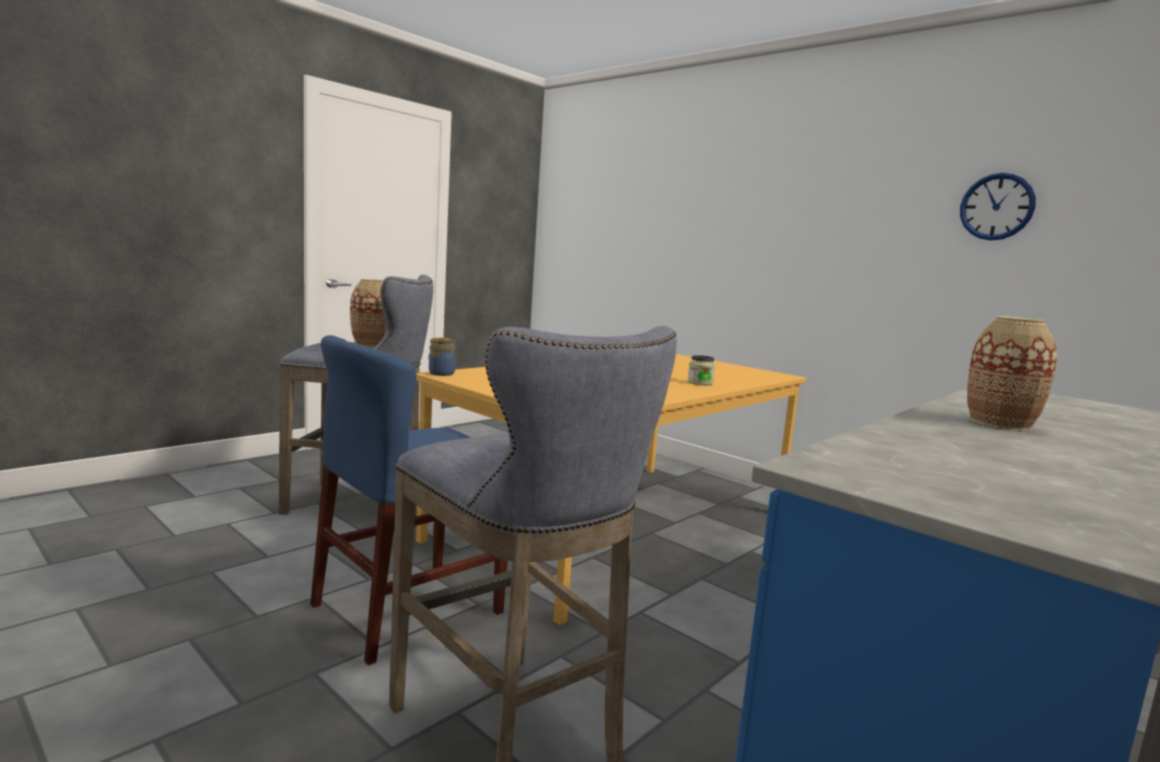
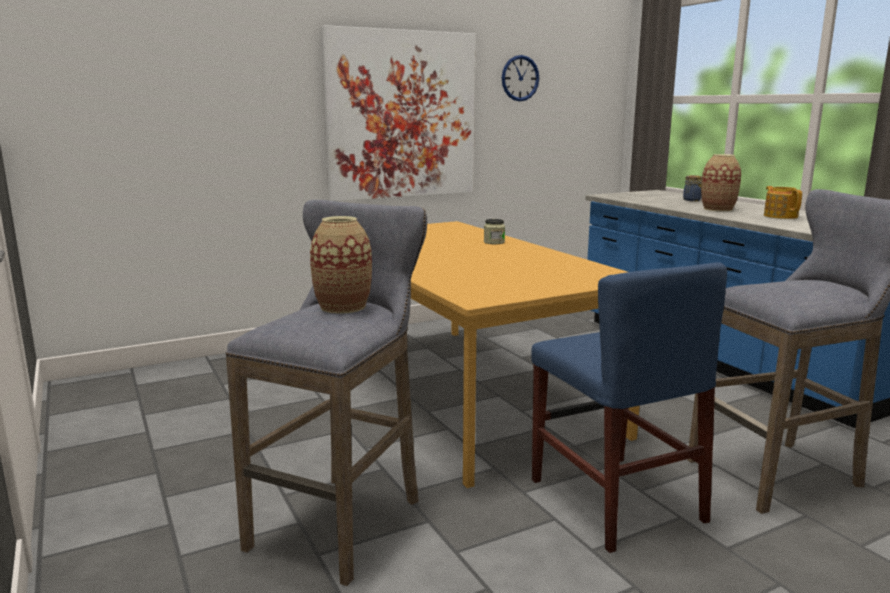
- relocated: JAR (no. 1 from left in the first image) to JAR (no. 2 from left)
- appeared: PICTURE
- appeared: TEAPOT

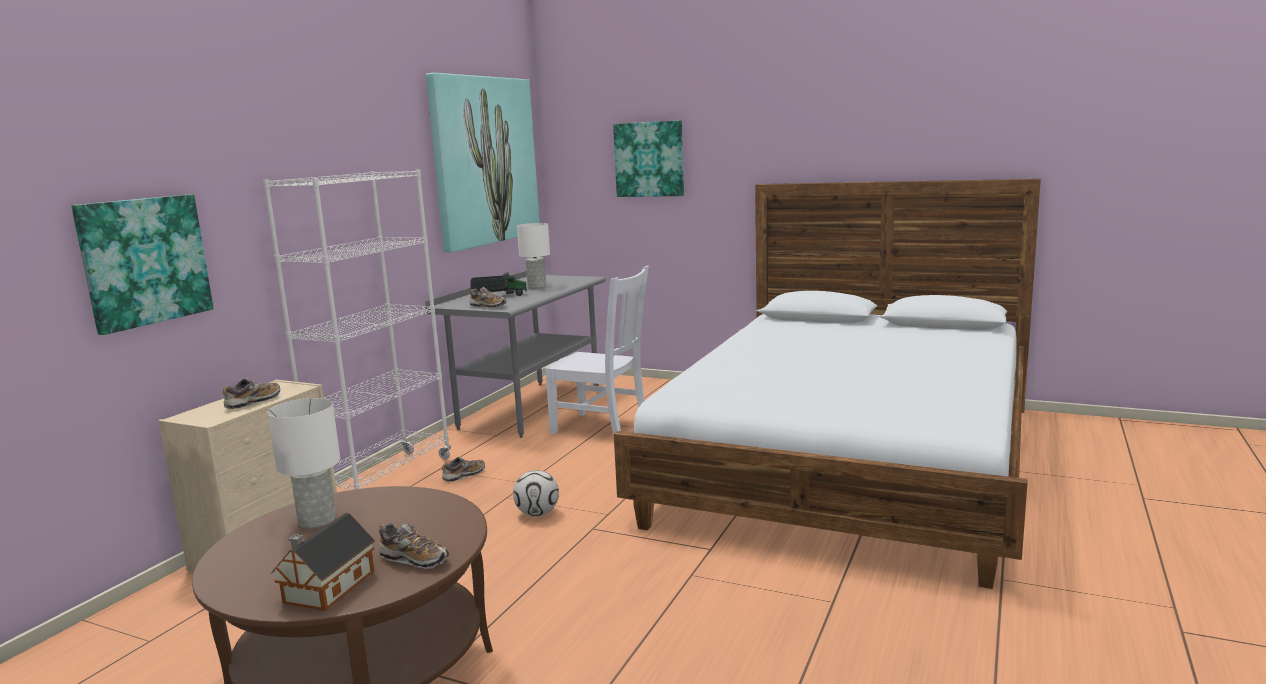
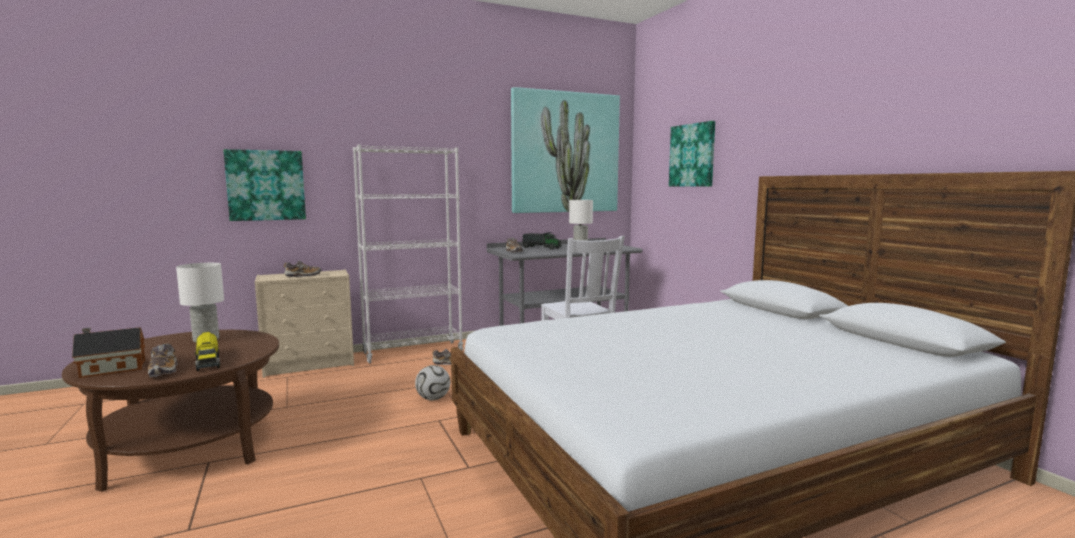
- appeared: TOY TRUCK (no. 1 from left)

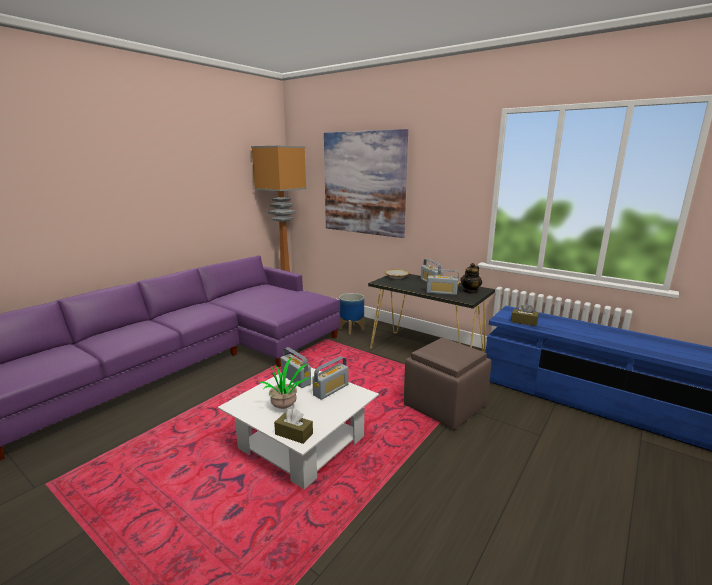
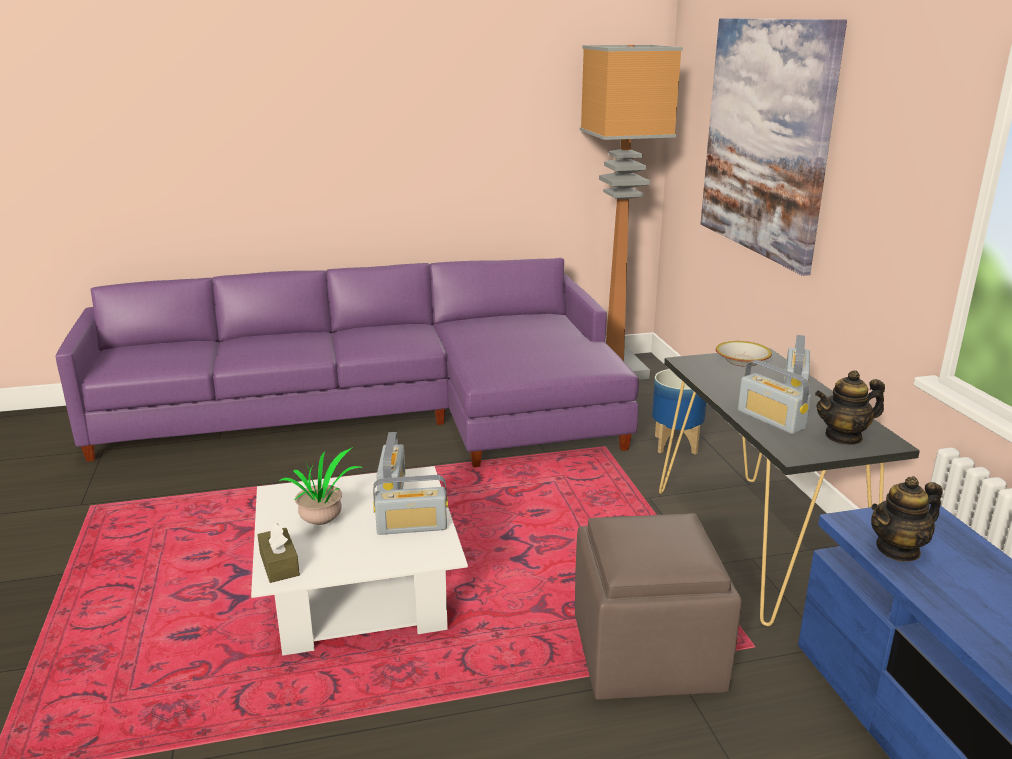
- exchanged: BROWN TISSUE BOX (no. 2 from left) to TEAPOT (no. 2 from left)

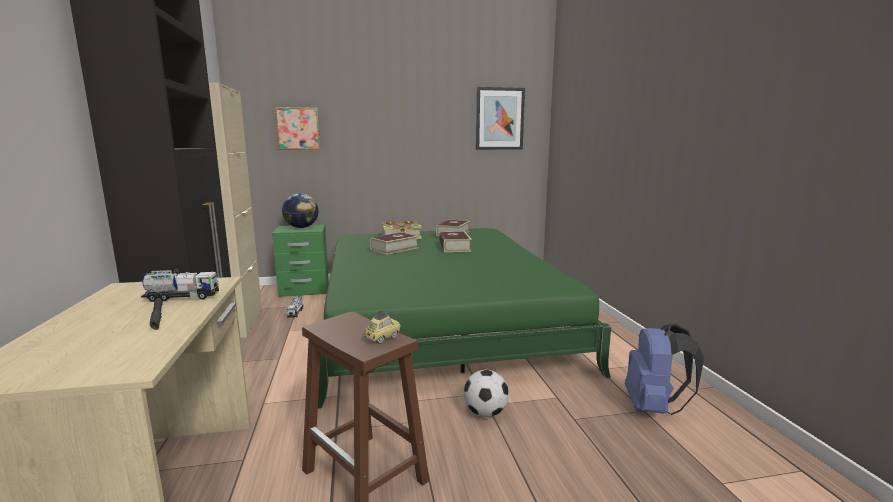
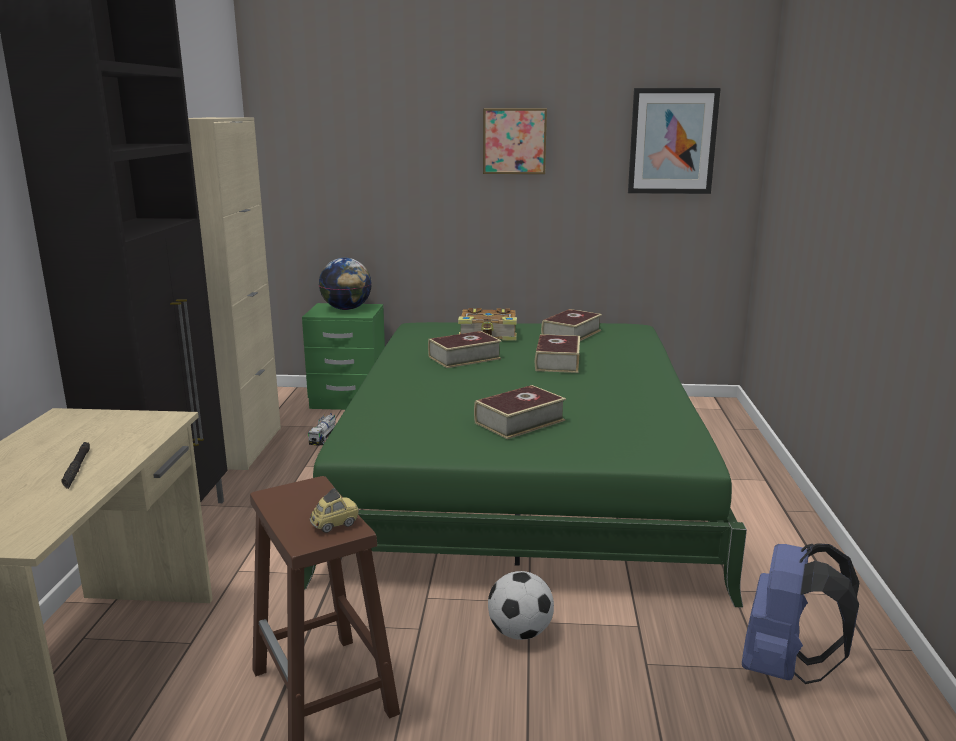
- missing: TOY TRUCK (no. 1 from left)
- relocated: PICTURE (no. 1 from left)
- appeared: BOOK (no. 3 from left)

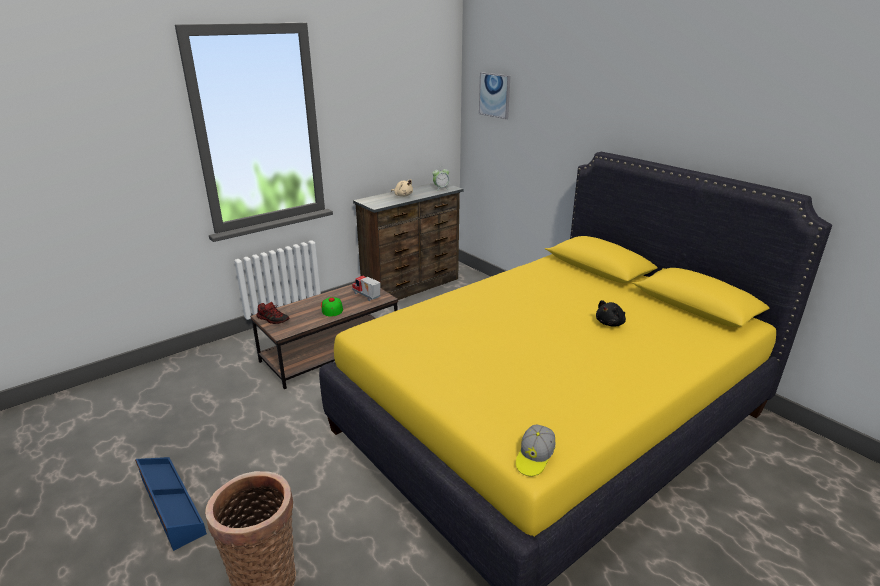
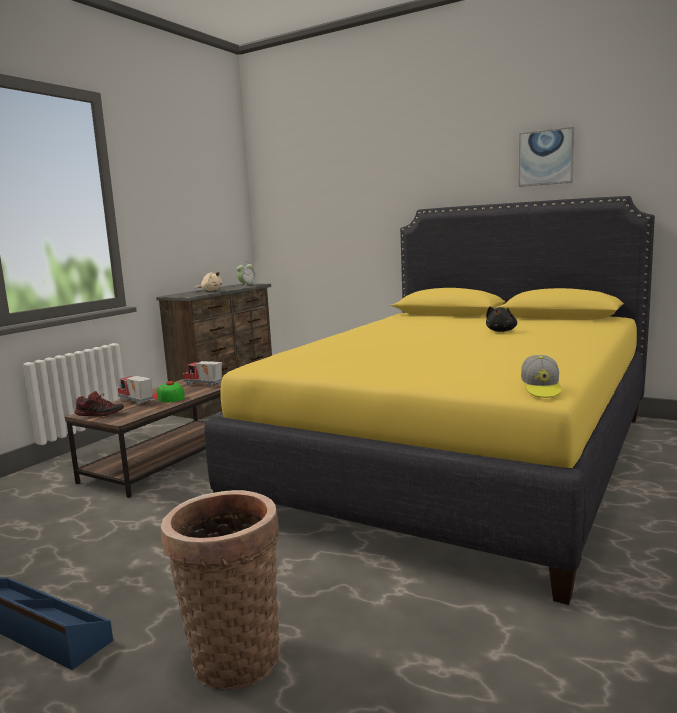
- relocated: PICTURE
- appeared: TOY TRUCK (no. 1 from left)

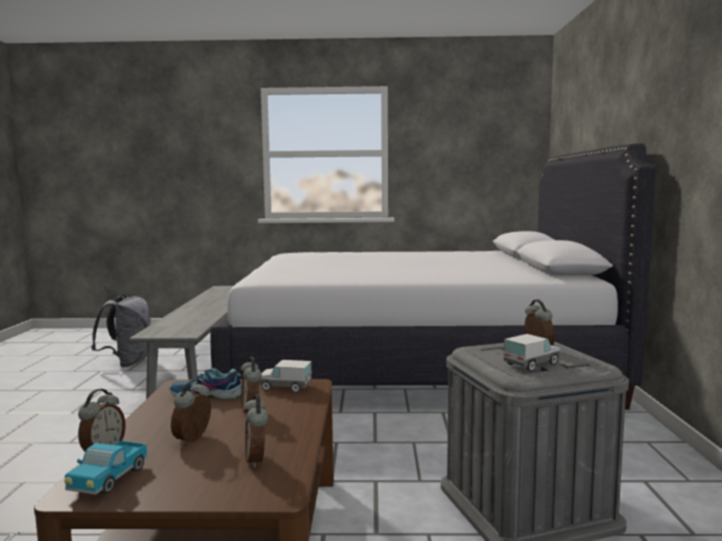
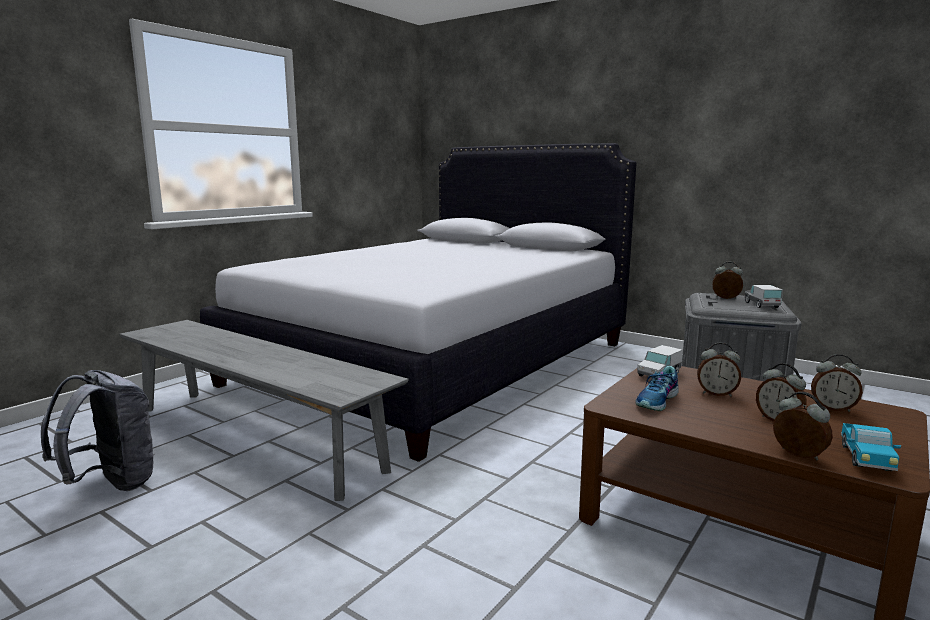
- spun: TOY TRUCK (no. 1 from left in the first image) 60 degrees clockwise

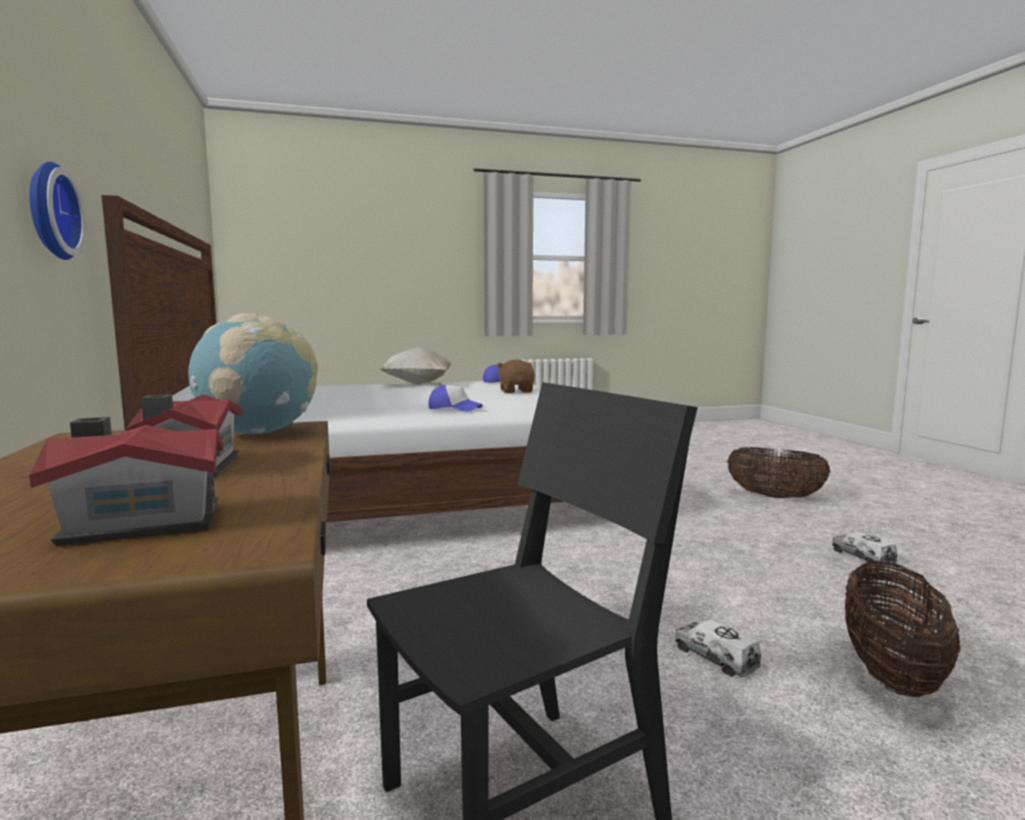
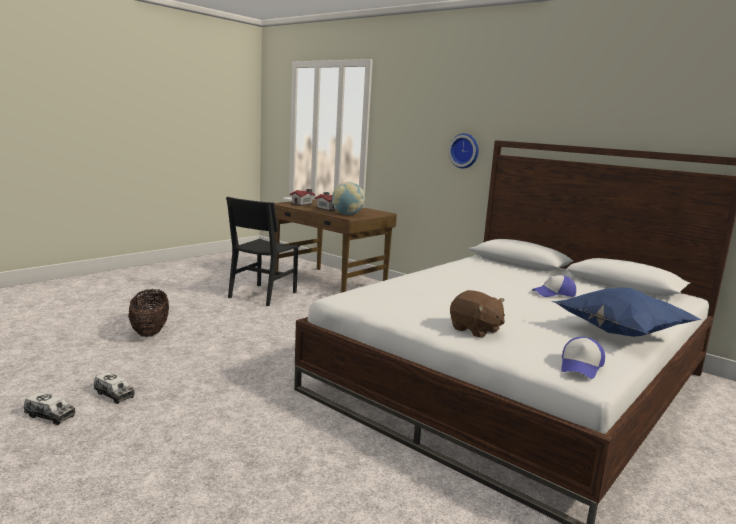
- colour: WHITE PILLOW to BLUE PILLOW
- relocated: CAP (no. 1 from left)
- relocated: TOY TRUCK (no. 1 from left)
- missing: BASKET (no. 1 from left)

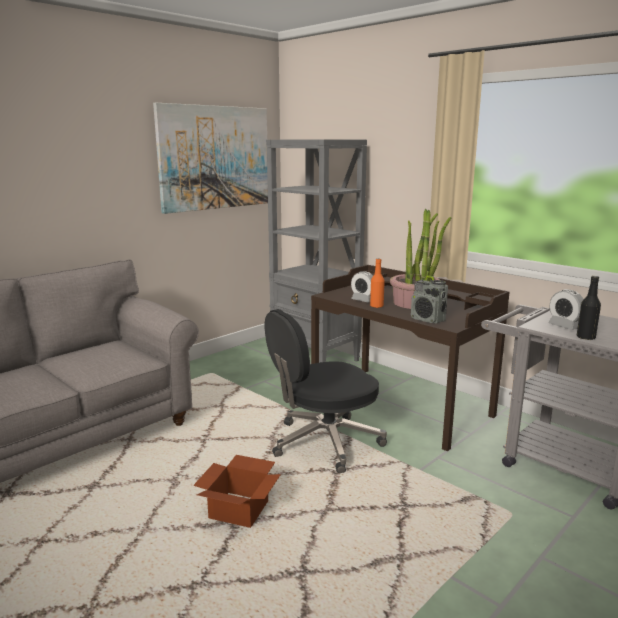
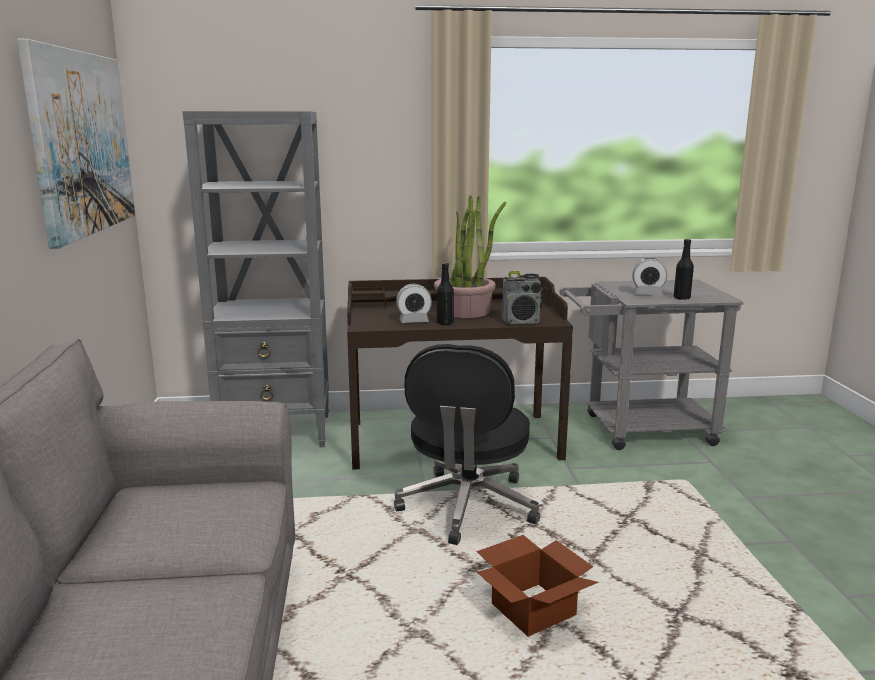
- colour: ORANGE BOTTLE to BLACK BOTTLE (no. 1 from left)

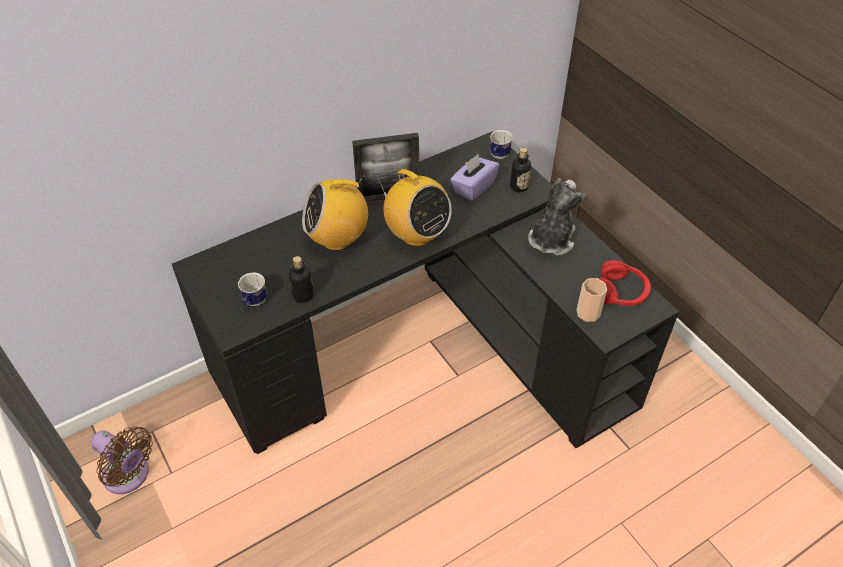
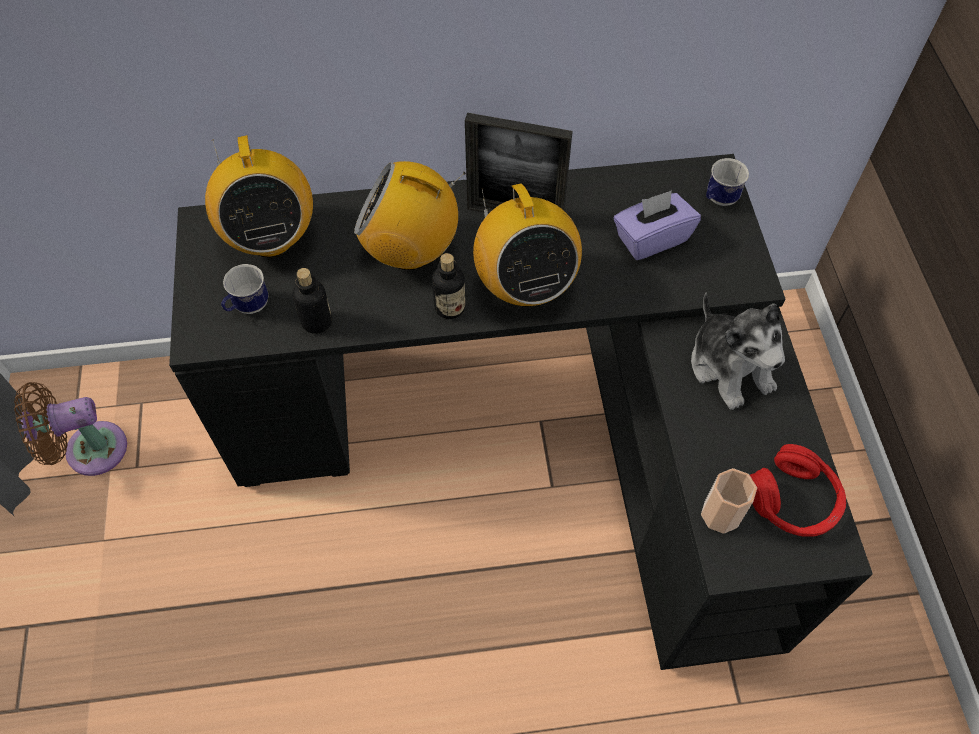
- spun: BROWN FAN 105 degrees clockwise
- relocated: BOTTLE (no. 2 from left)
- spun: PLUSH TOY 105 degrees clockwise
- appeared: RADIO (no. 1 from left)

